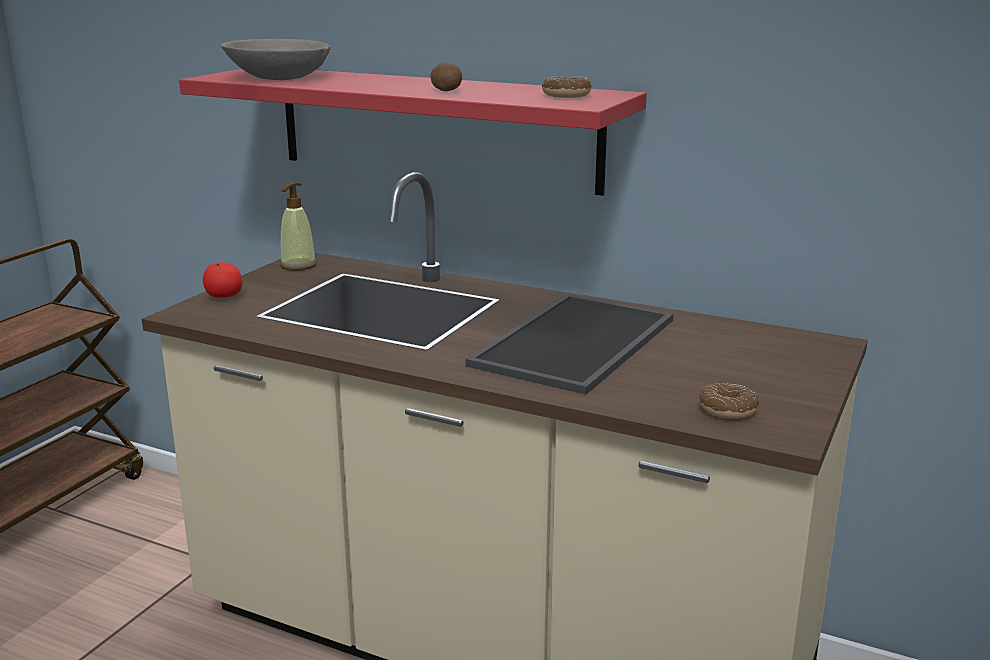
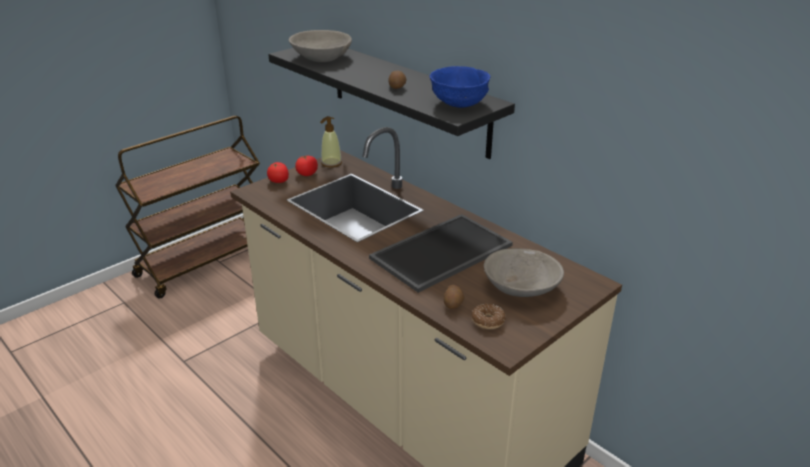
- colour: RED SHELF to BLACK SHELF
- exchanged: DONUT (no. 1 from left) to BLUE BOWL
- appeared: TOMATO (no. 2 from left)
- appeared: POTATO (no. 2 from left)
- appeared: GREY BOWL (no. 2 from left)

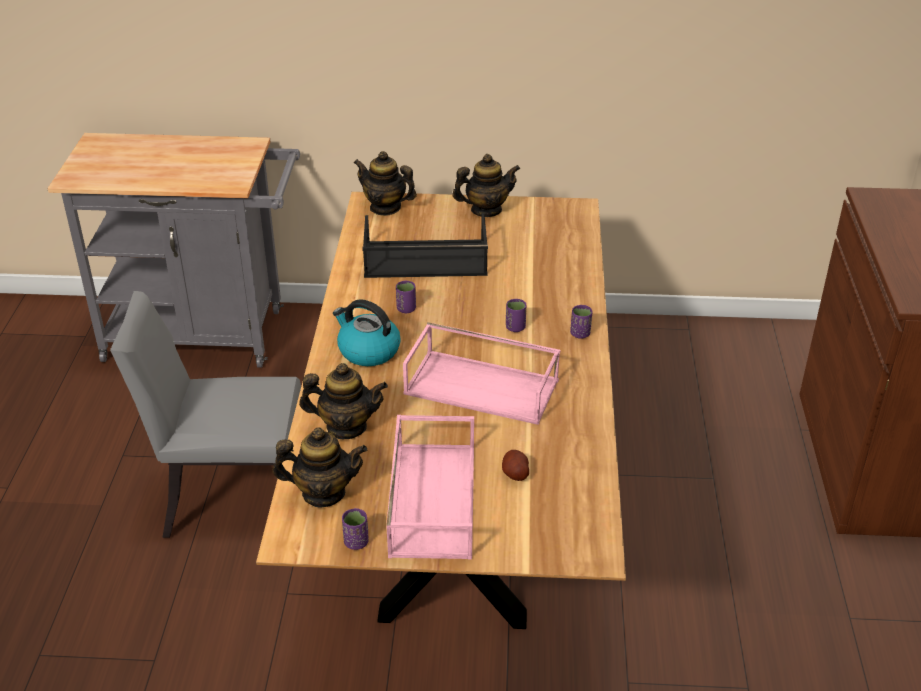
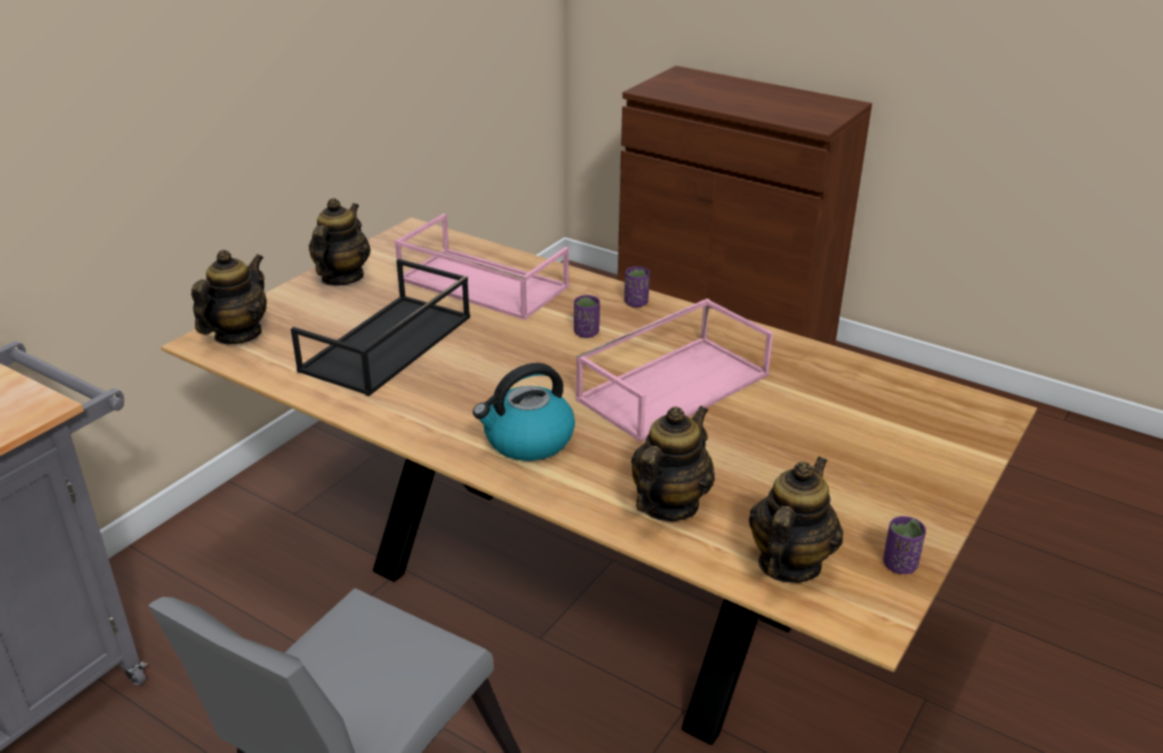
- spun: TEAPOT (no. 3 from left in the first image) 150 degrees clockwise
- relocated: PINK TRAY (no. 1 from left)
- missing: PURPLE CUP (no. 2 from left)
- missing: POTATO

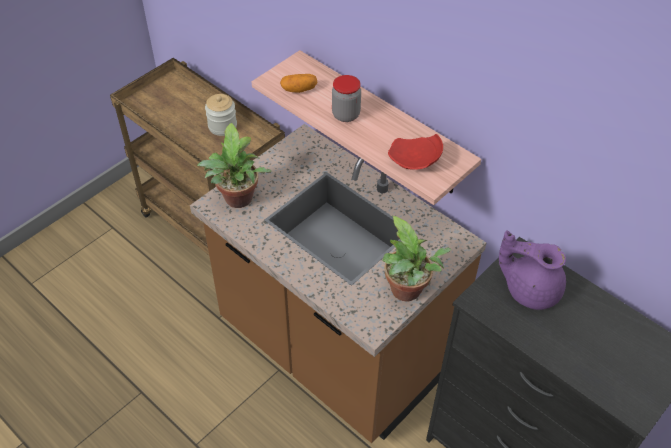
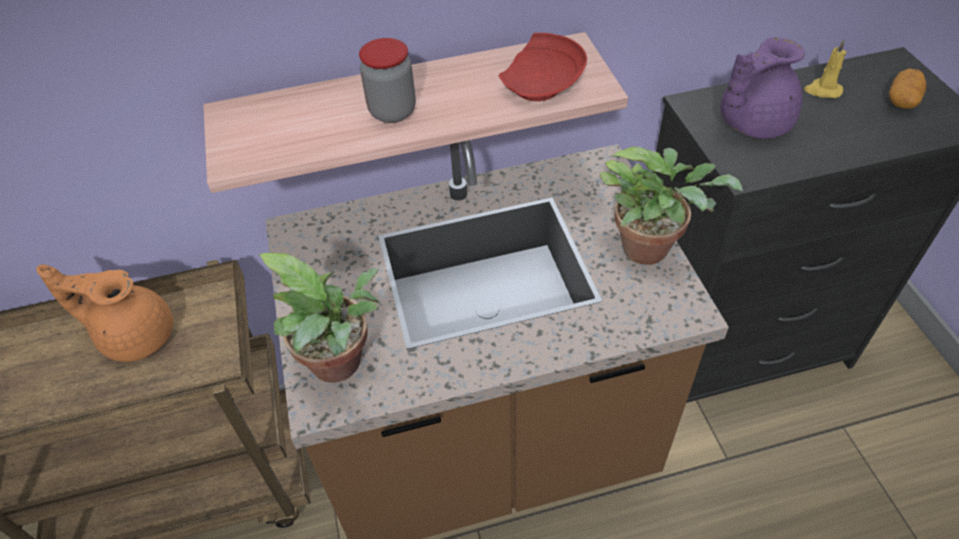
- exchanged: JAR (no. 1 from left) to ORANGE TEAPOT
- relocated: POTATO
- appeared: YELLOW CANDLE

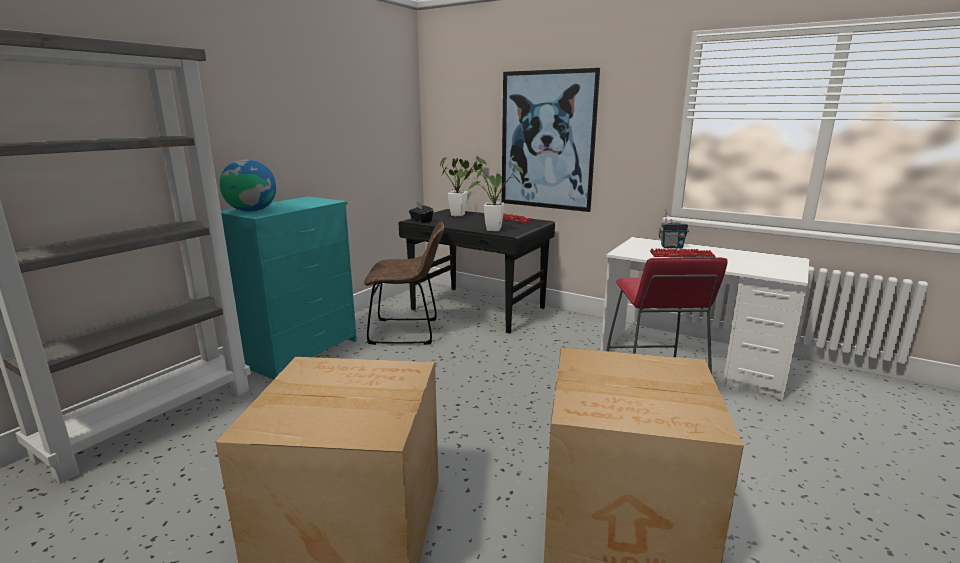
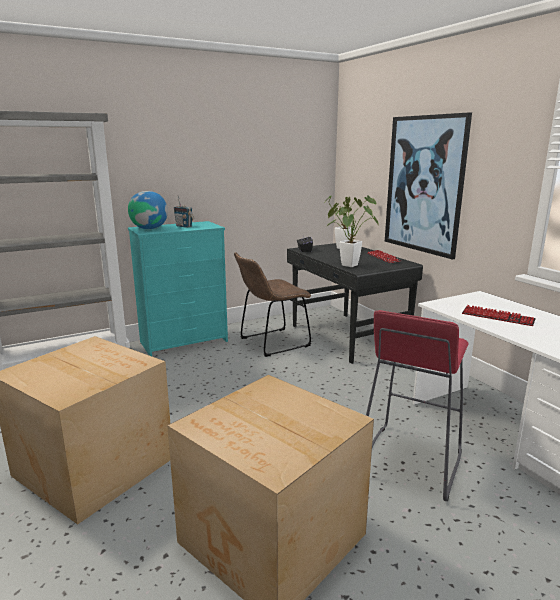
- spun: BROWN CHAIR 120 degrees clockwise
- relocated: RADIO

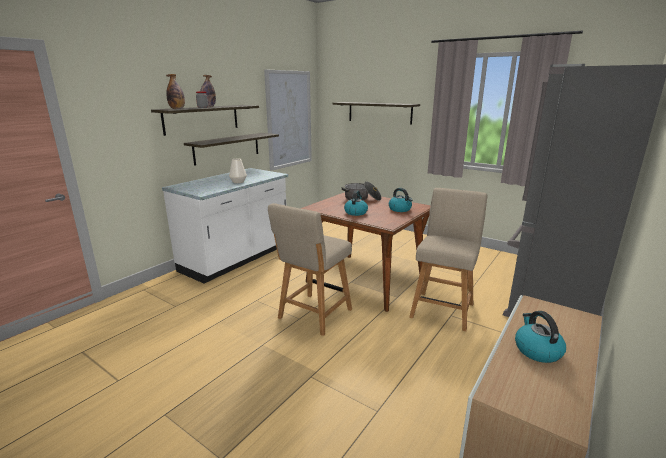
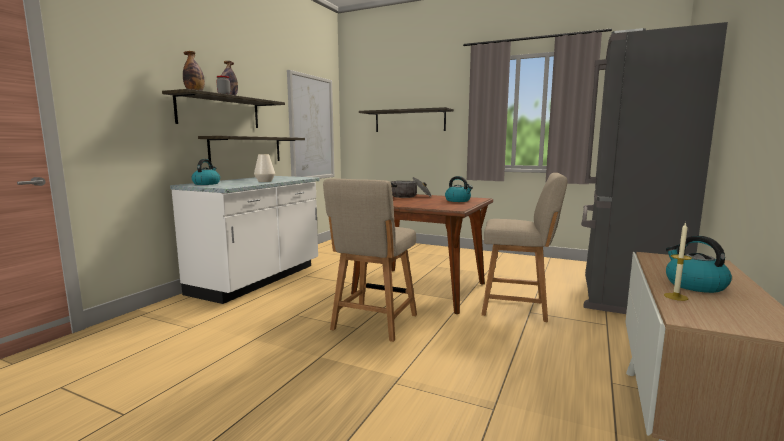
- relocated: KETTLE (no. 1 from left)
- spun: BEIGE CHAIR (no. 2 from left) 90 degrees clockwise
- appeared: CANDLE

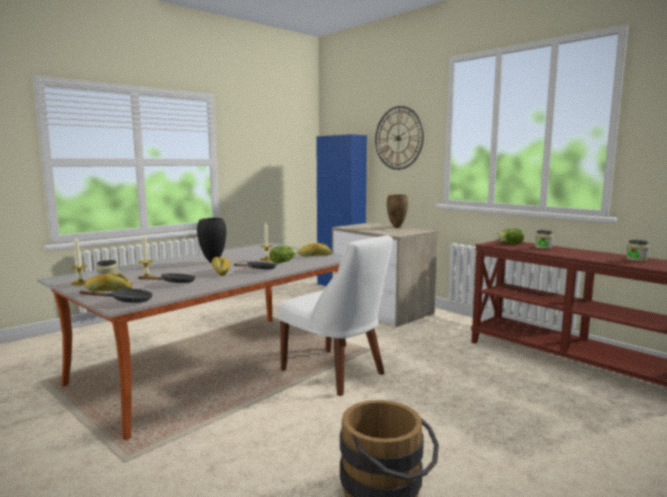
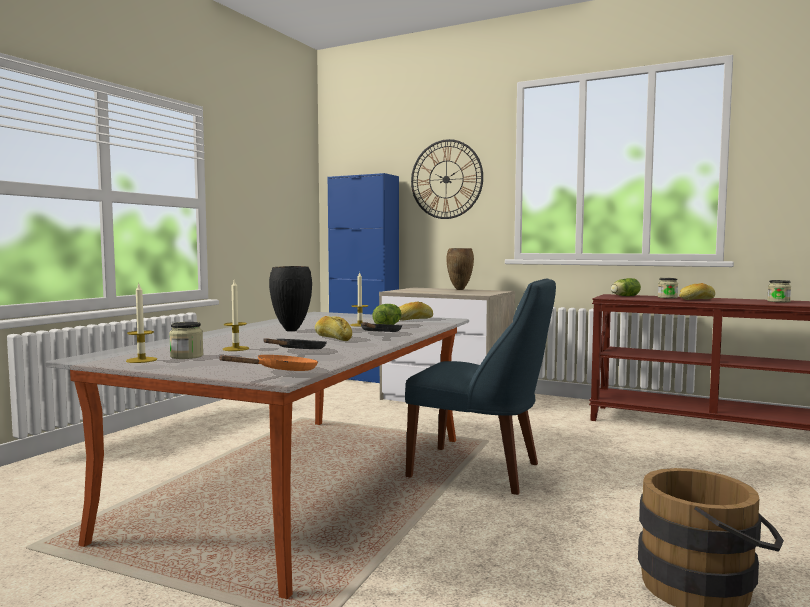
- colour: BLACK FRYING PAN (no. 1 from left) to ORANGE FRYING PAN
- relocated: BREAD (no. 1 from left in the first image) to BREAD (no. 3 from left)
- colour: WHITE CHAIR to BLUE CHAIR

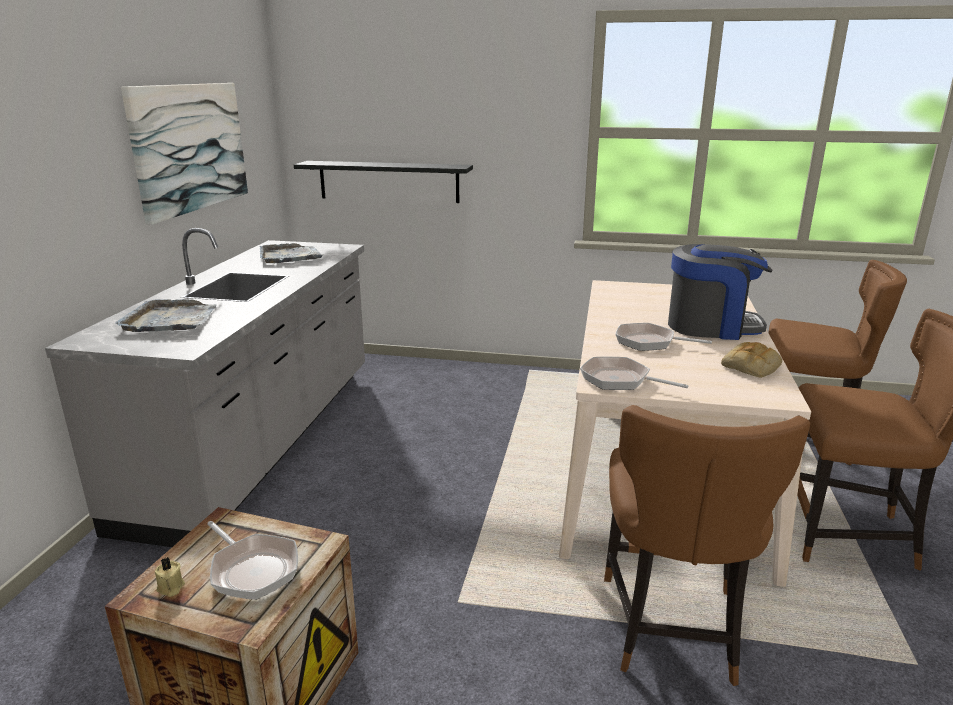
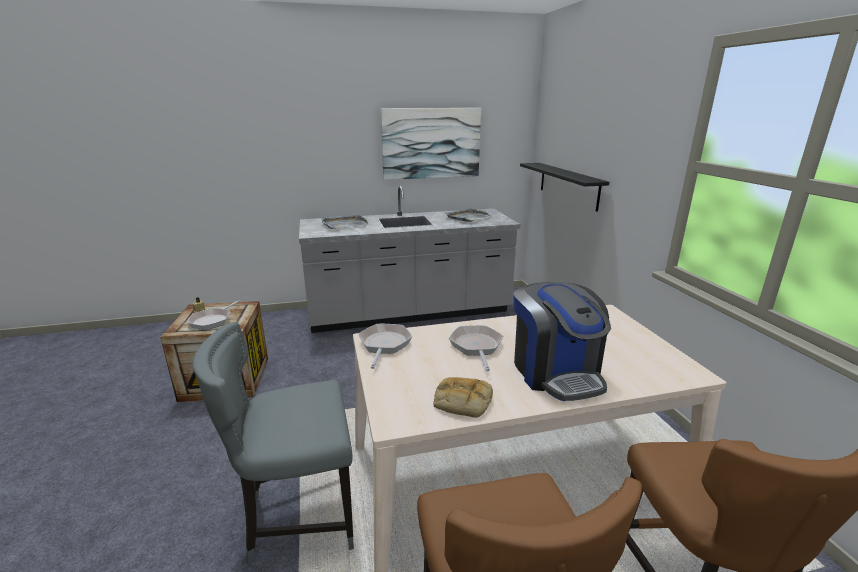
- colour: BROWN CHAIR (no. 1 from left) to GREY CHAIR

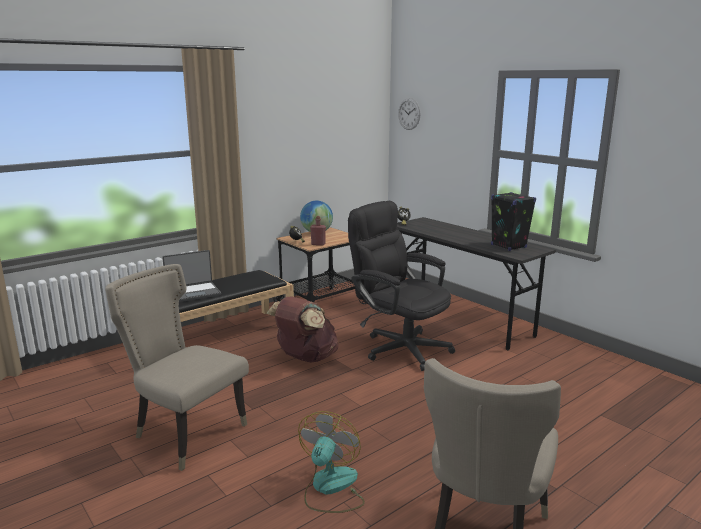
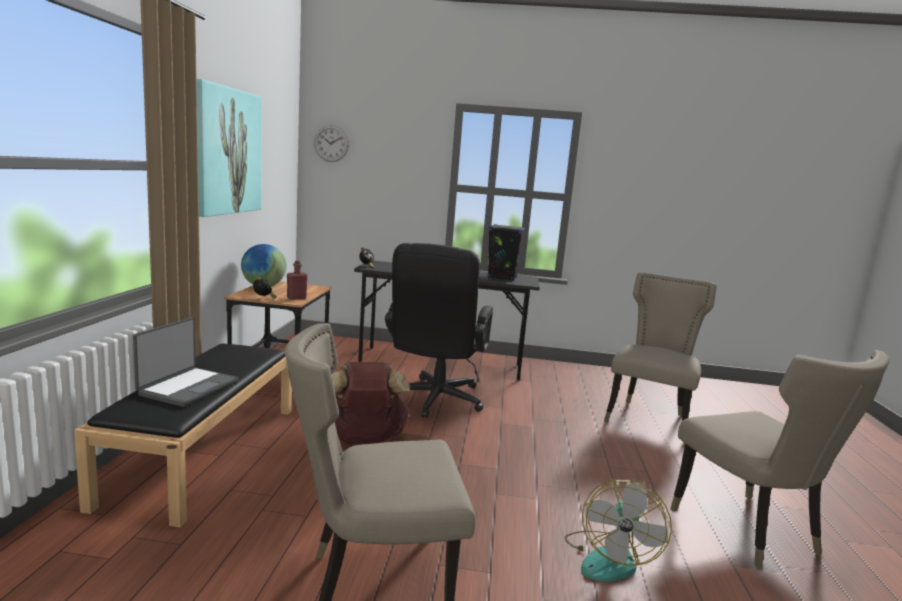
- spun: FAN 135 degrees counterclockwise
- spun: BLACK OFFICE CHAIR 75 degrees counterclockwise
- appeared: PICTURE
- appeared: BEIGE CHAIR (no. 2 from left)

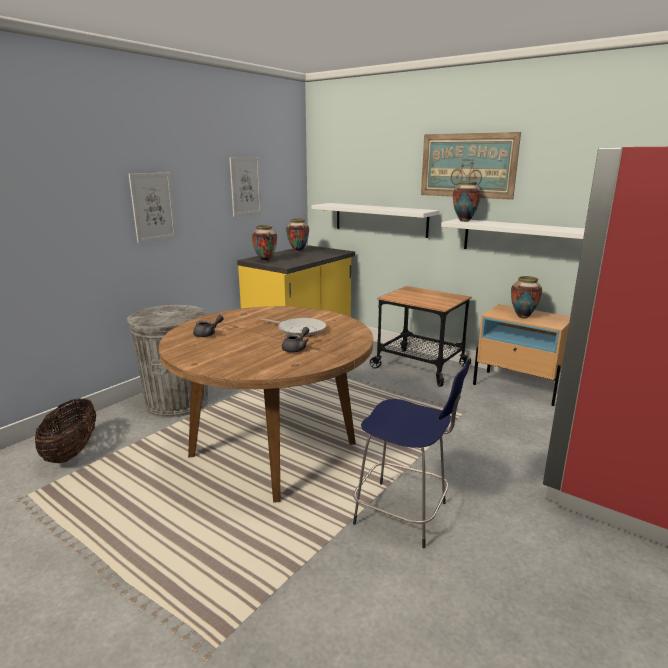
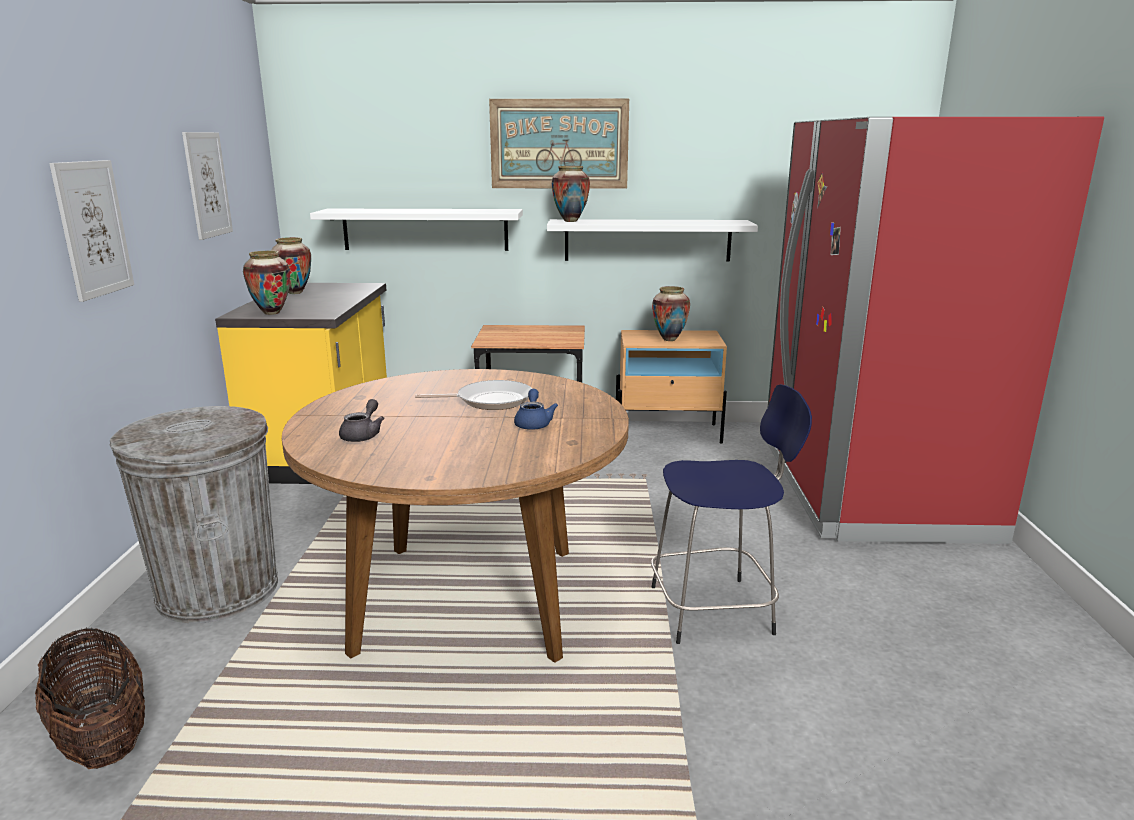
- colour: GREY TEAPOT (no. 2 from left) to BLUE TEAPOT

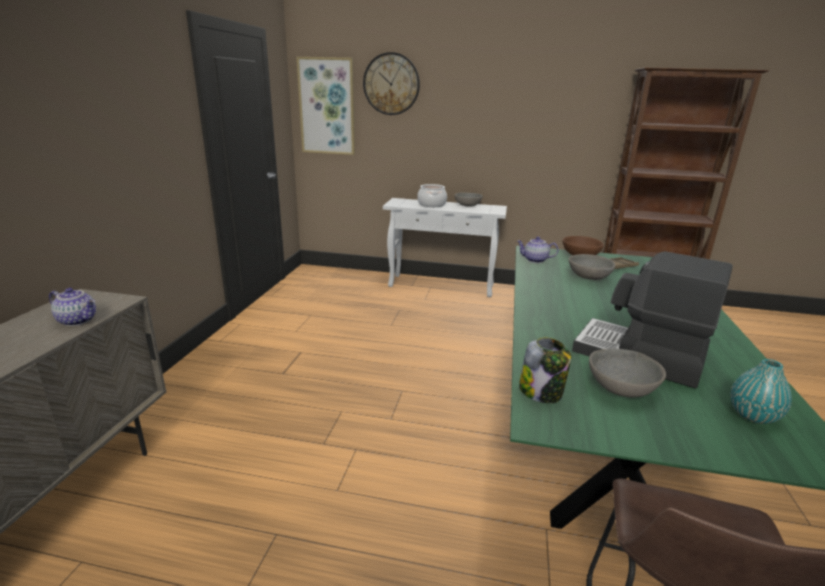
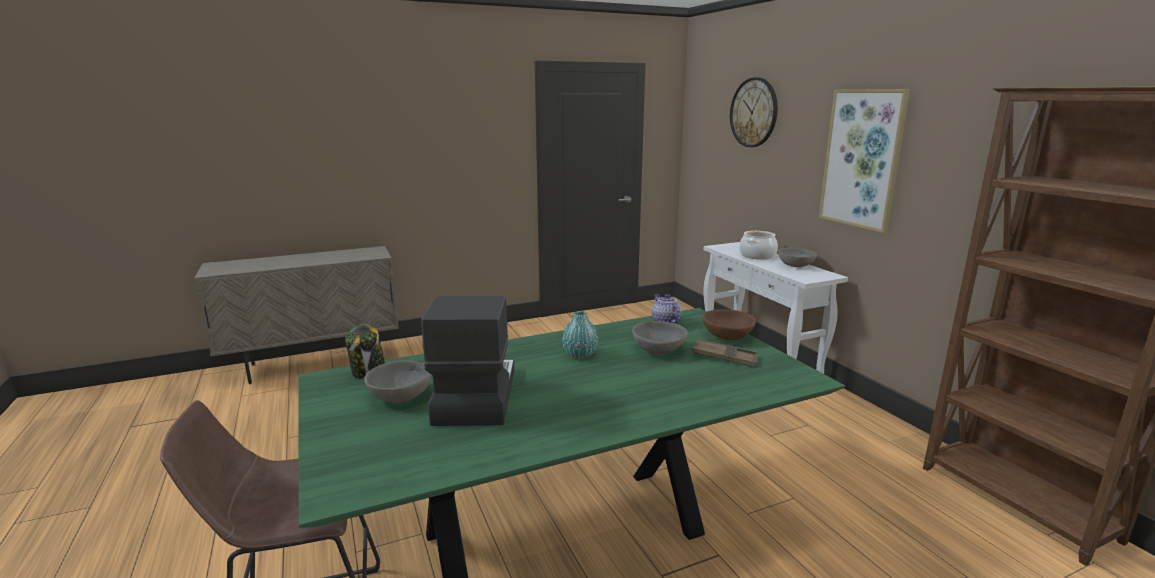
- missing: TEAPOT (no. 1 from left)
- relocated: PICTURE
- relocated: TURQUOISE VASE

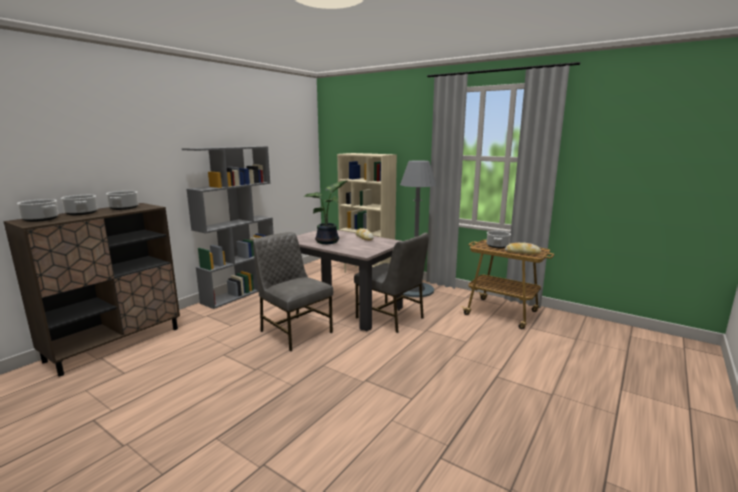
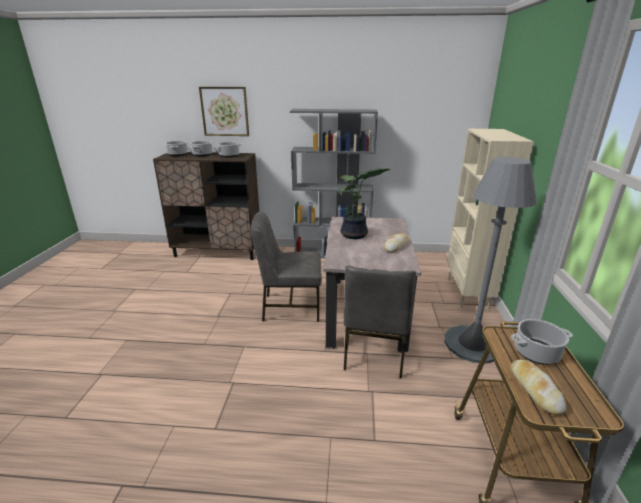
- spun: GREY CHAIR (no. 1 from left) 105 degrees counterclockwise
- appeared: PICTURE

